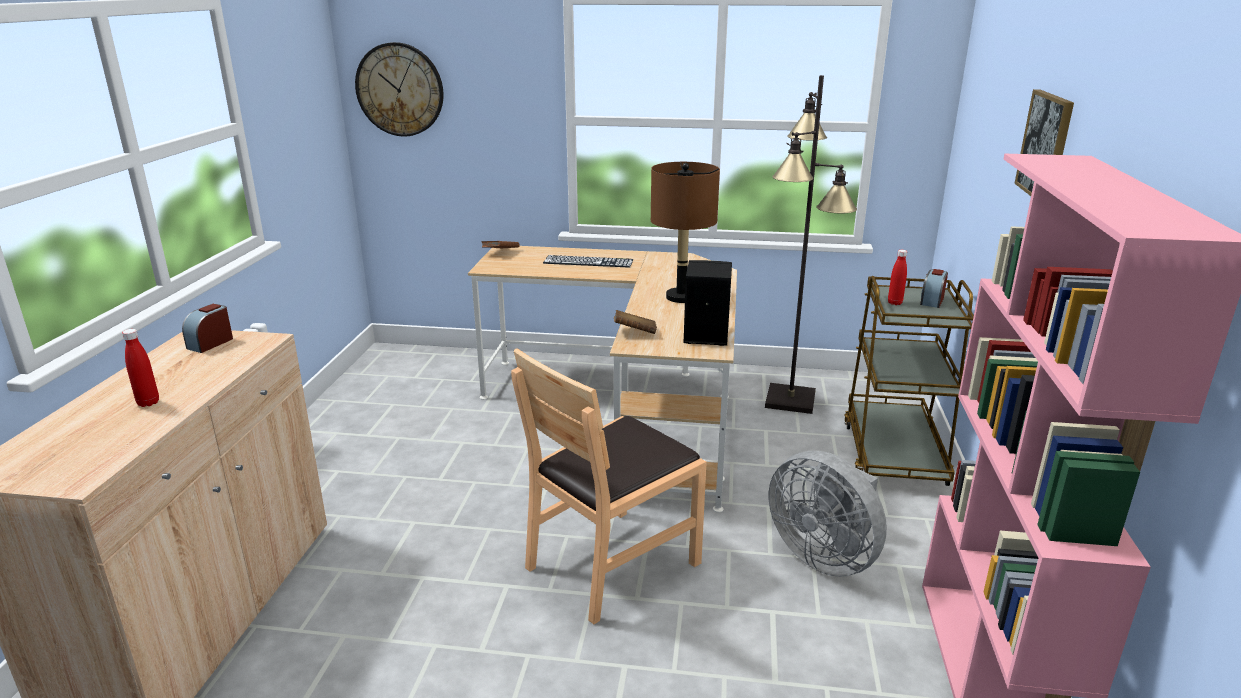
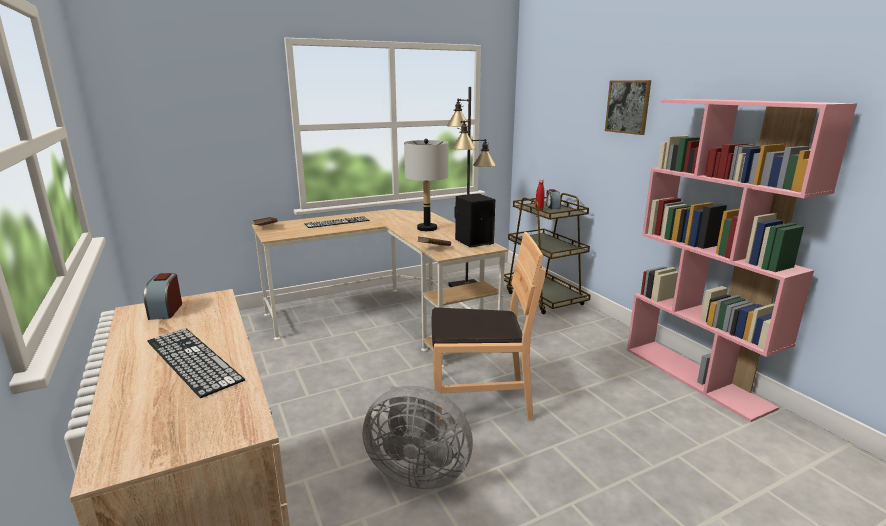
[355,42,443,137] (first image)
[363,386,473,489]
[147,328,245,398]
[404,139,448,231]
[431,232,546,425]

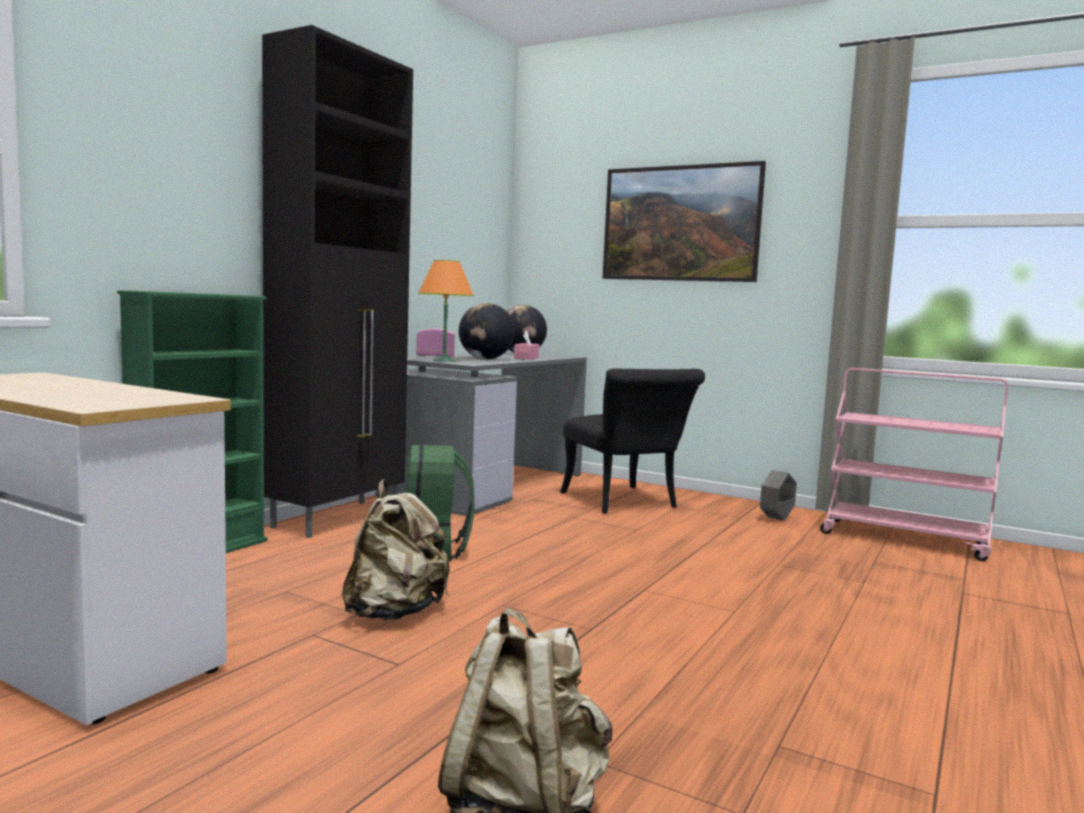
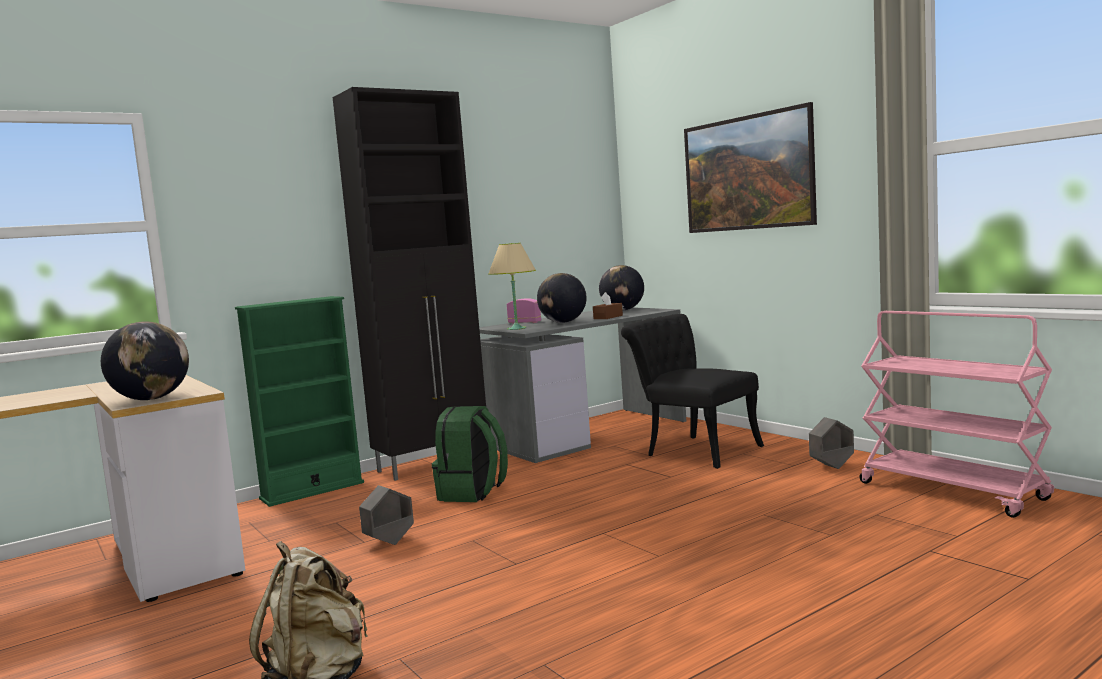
[101,321,189,400]
[359,485,414,545]
[488,243,536,330]
[593,292,623,319]
[621,314,764,469]

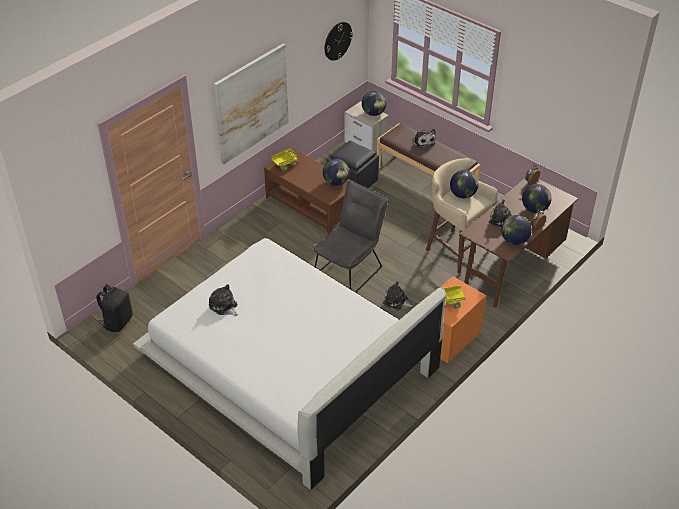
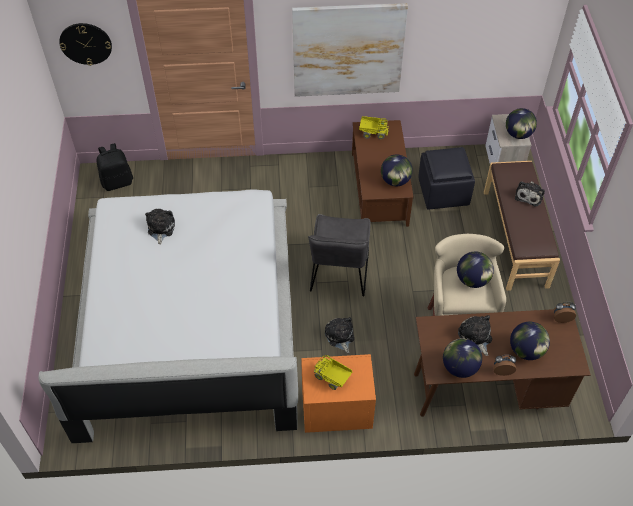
[59,23,112,66]
[308,214,370,297]

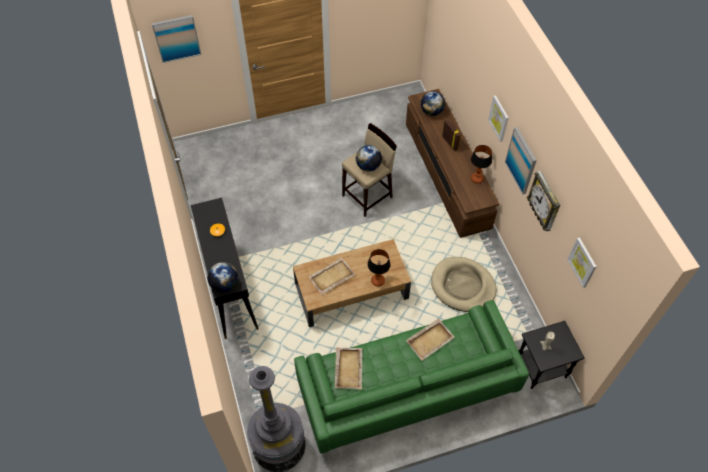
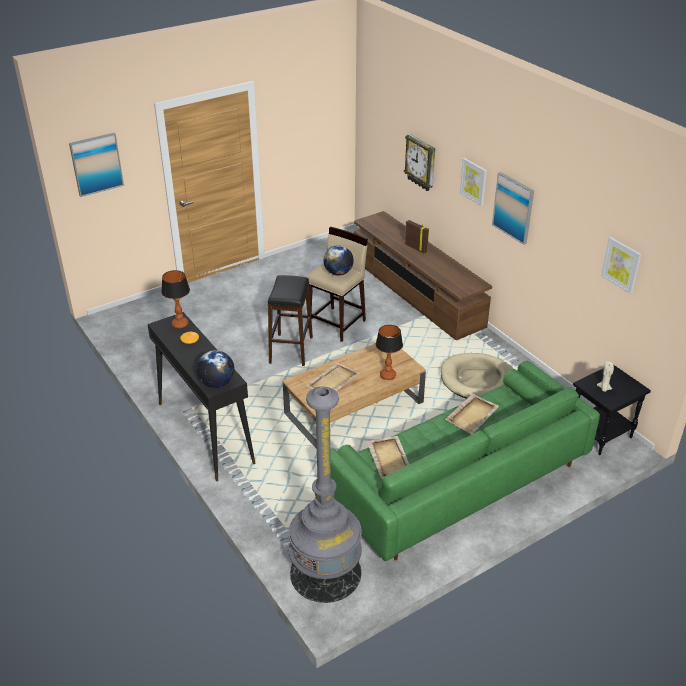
[421,91,445,116] (first image)
[268,275,313,366]
[161,270,190,329]
[404,134,435,191]

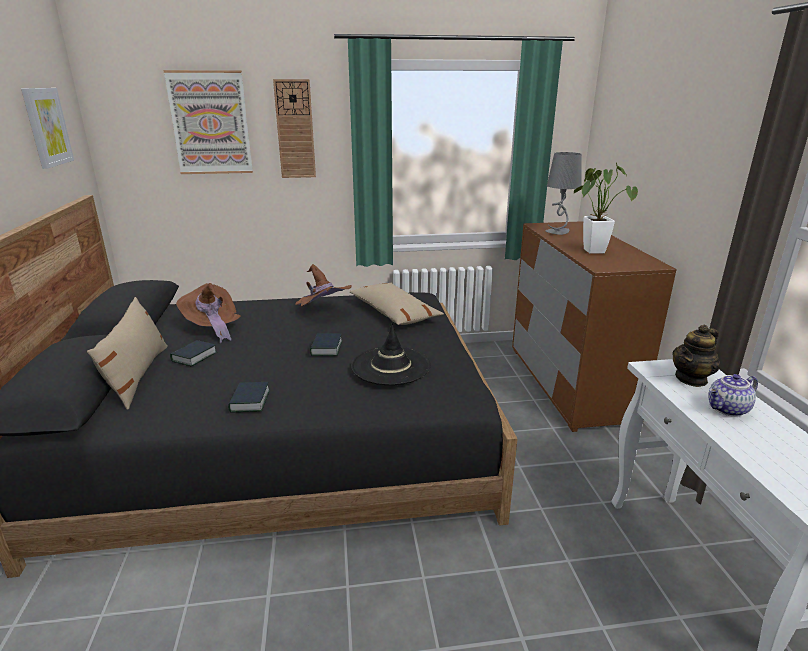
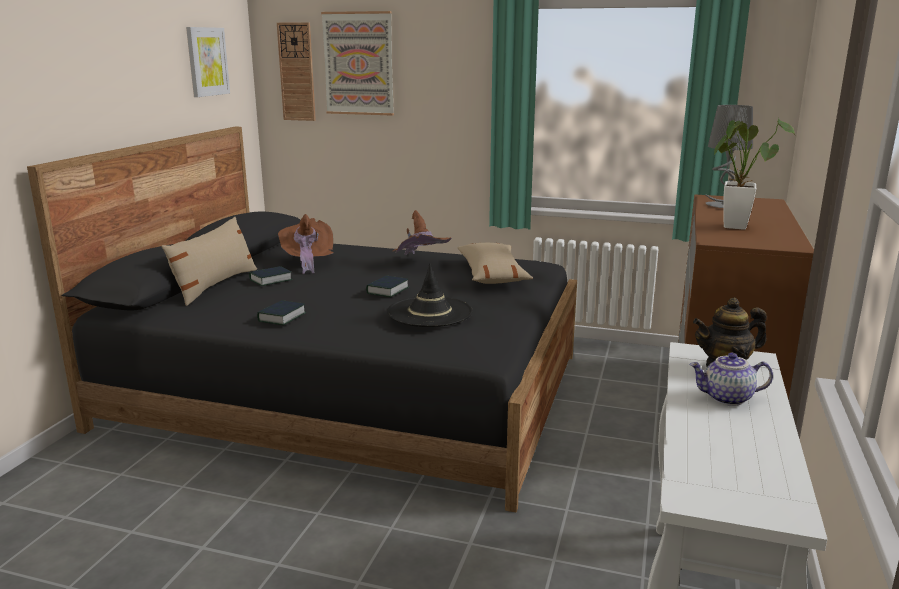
[277,22,316,121]

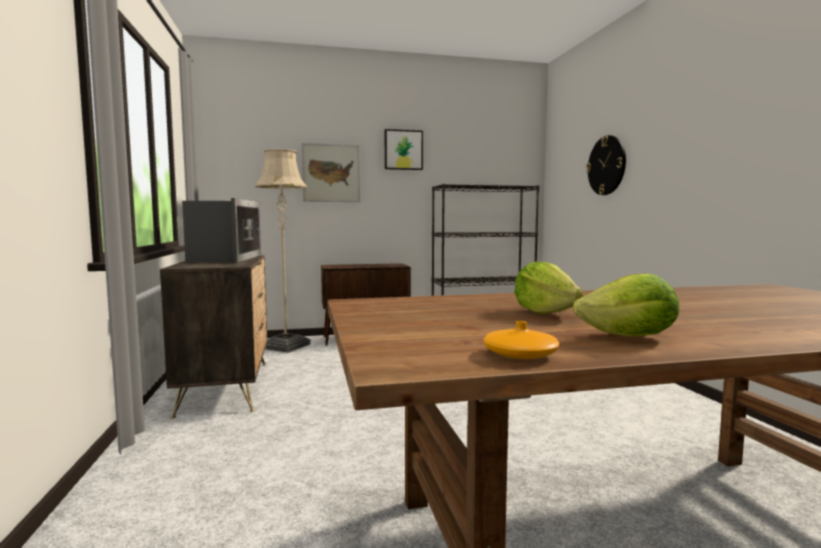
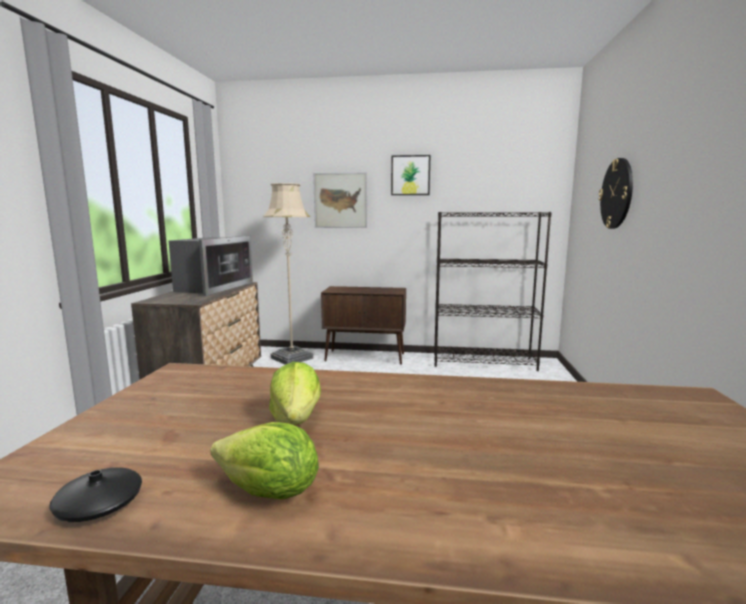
[49,467,142,522]

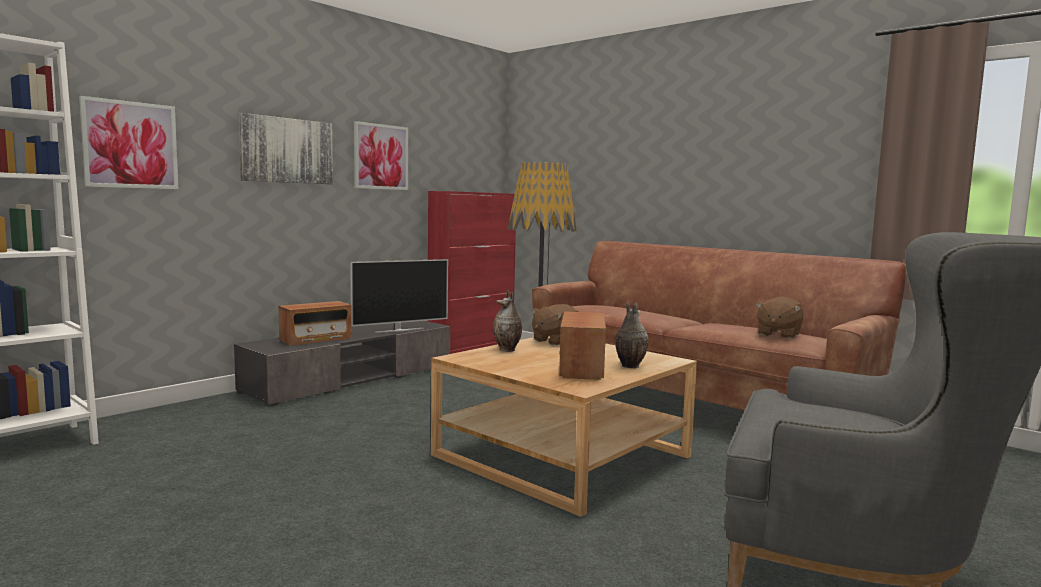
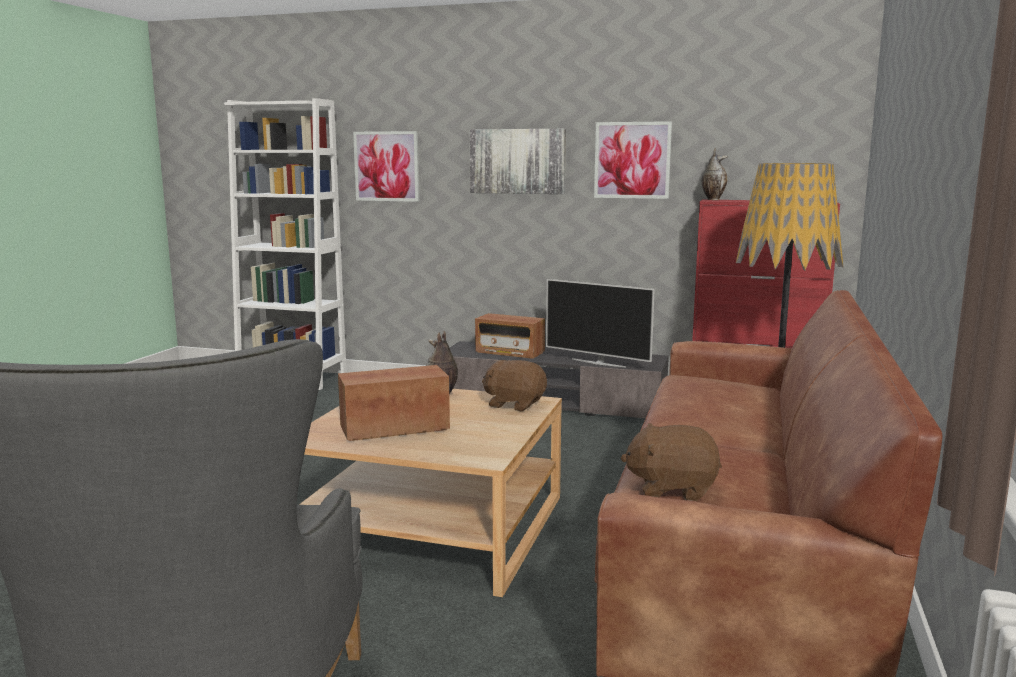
[701,148,728,200]

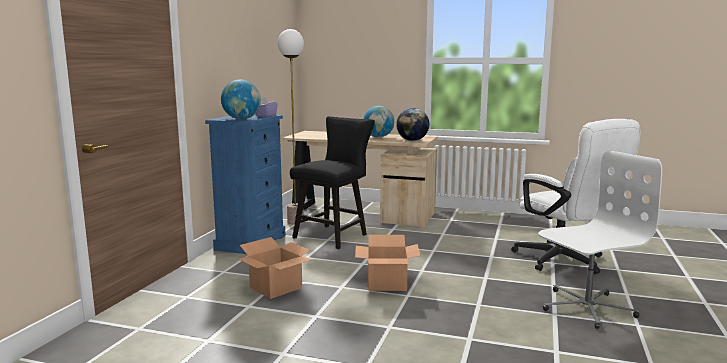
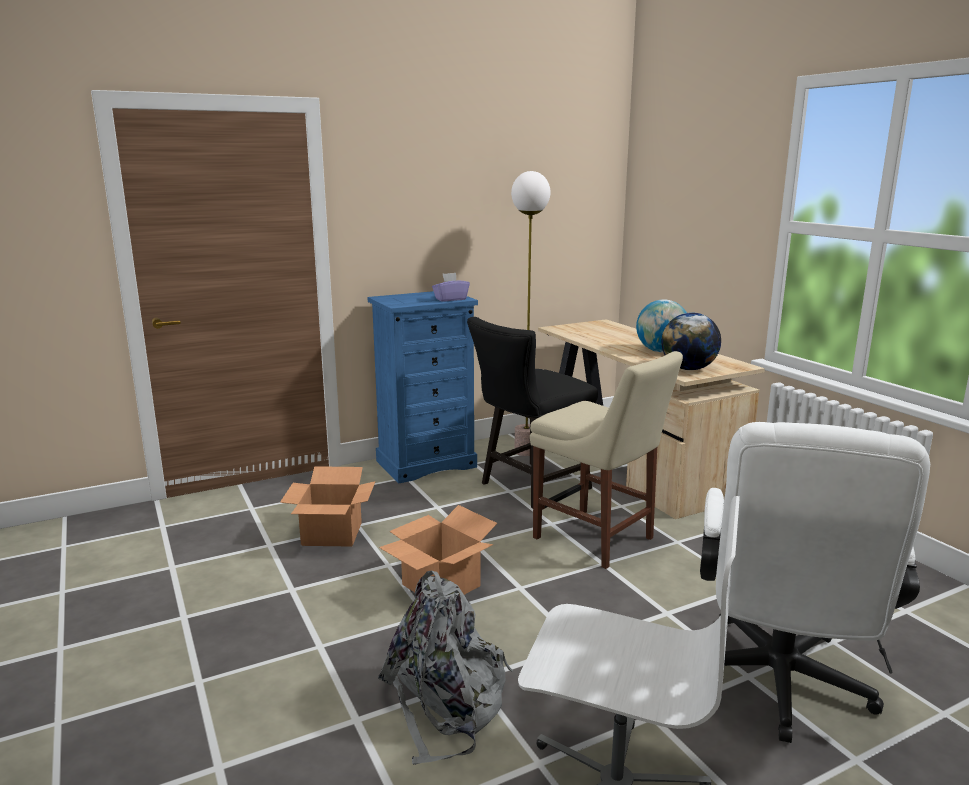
[221,80,261,119] (first image)
[378,571,513,765]
[530,351,683,569]
[467,317,598,508]

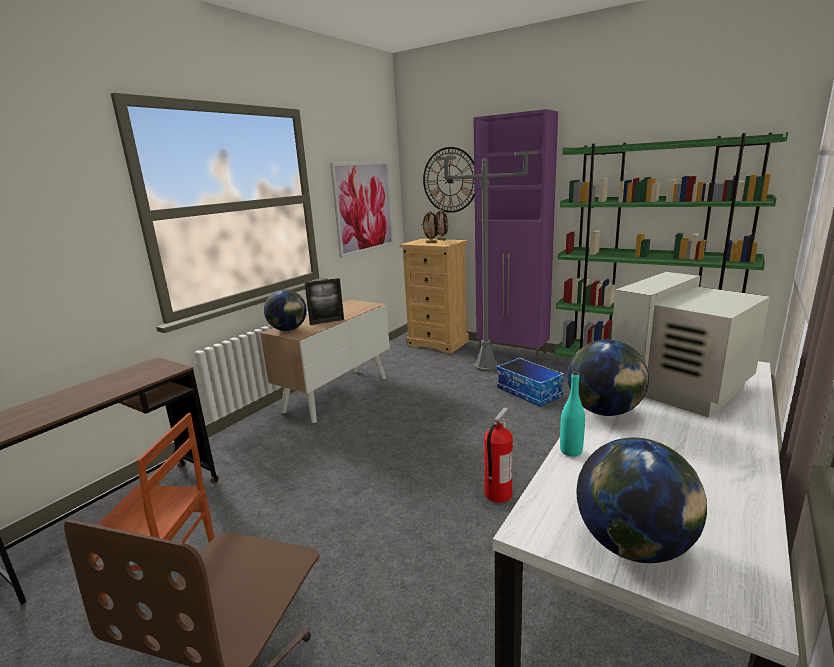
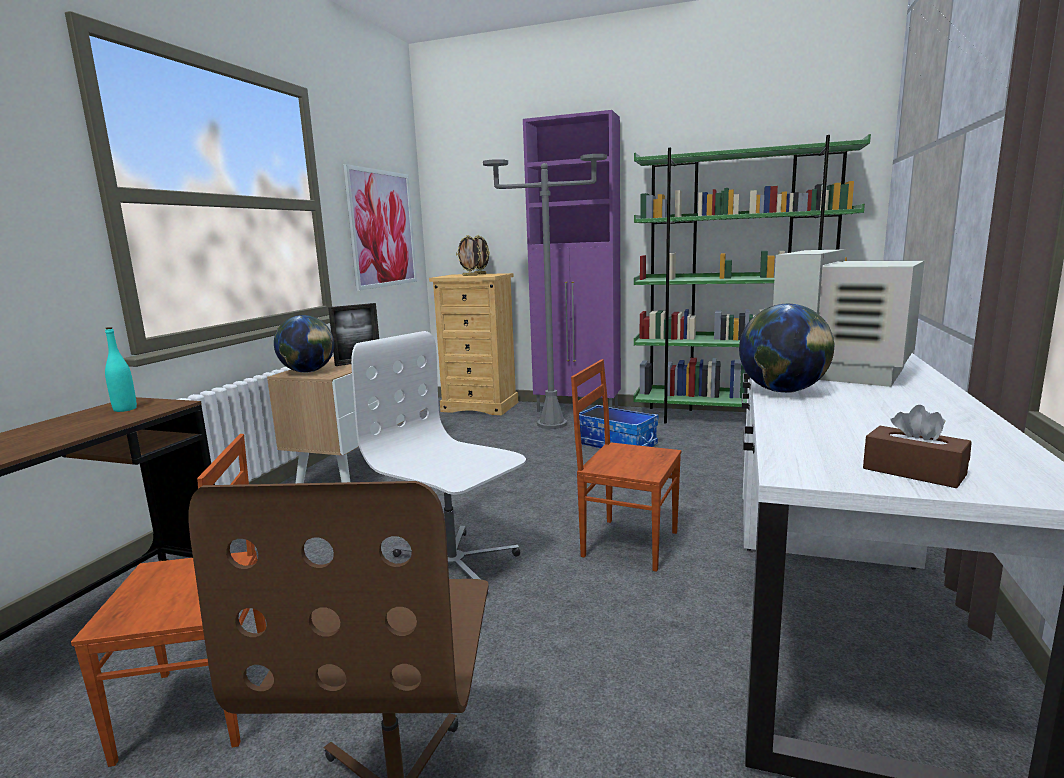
[423,147,475,213] (first image)
[351,331,526,595]
[105,327,137,412]
[571,359,681,572]
[863,405,972,488]

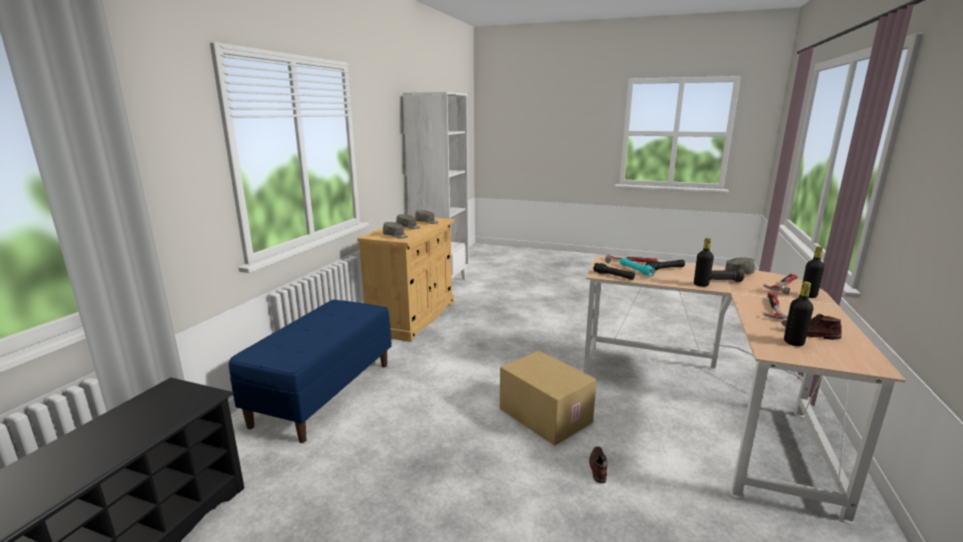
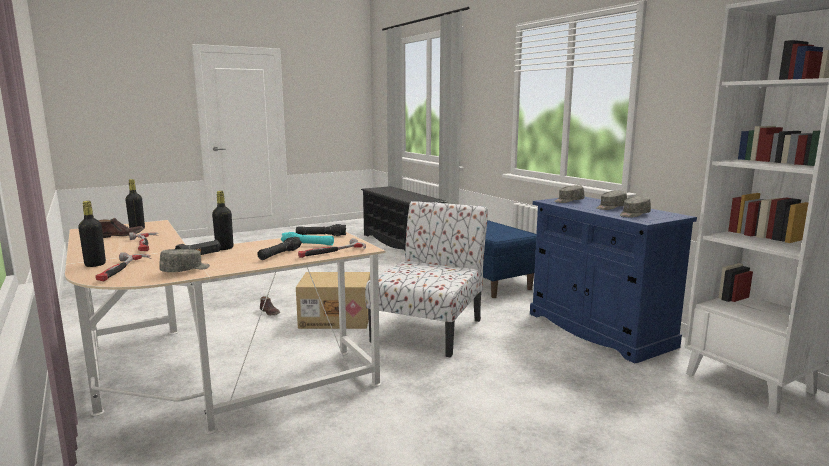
[365,201,488,357]
[530,196,697,364]

